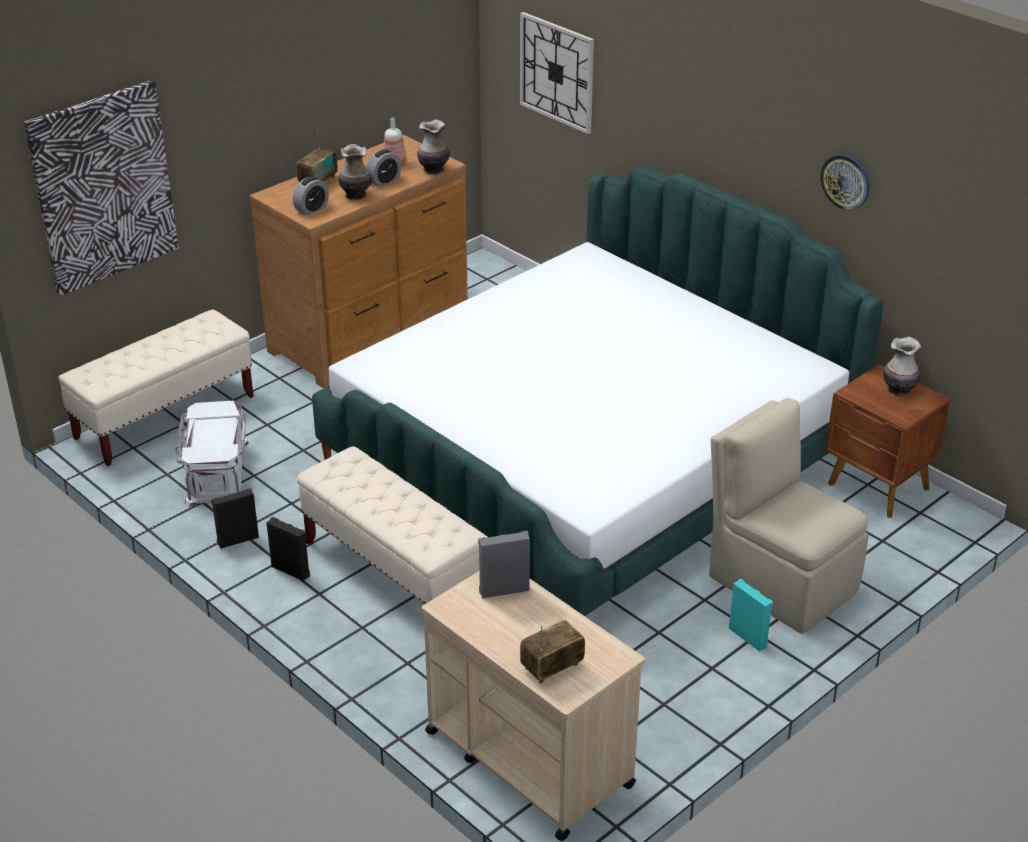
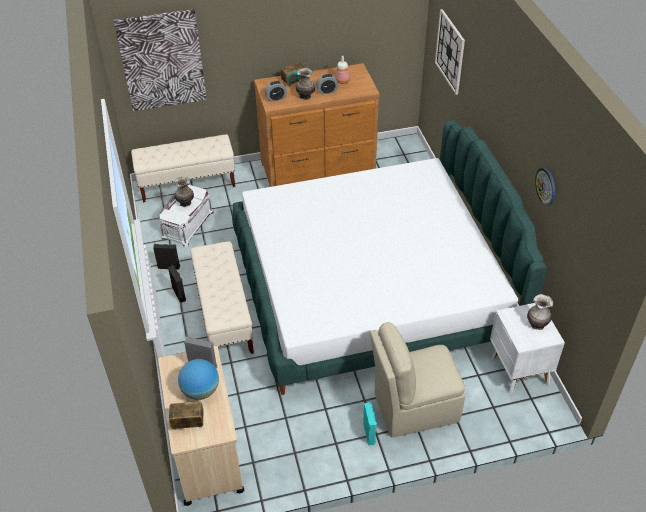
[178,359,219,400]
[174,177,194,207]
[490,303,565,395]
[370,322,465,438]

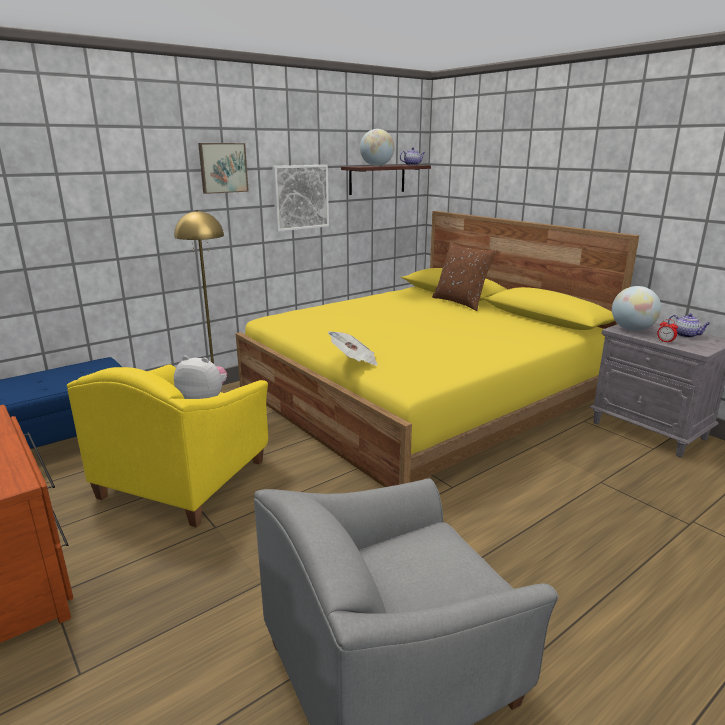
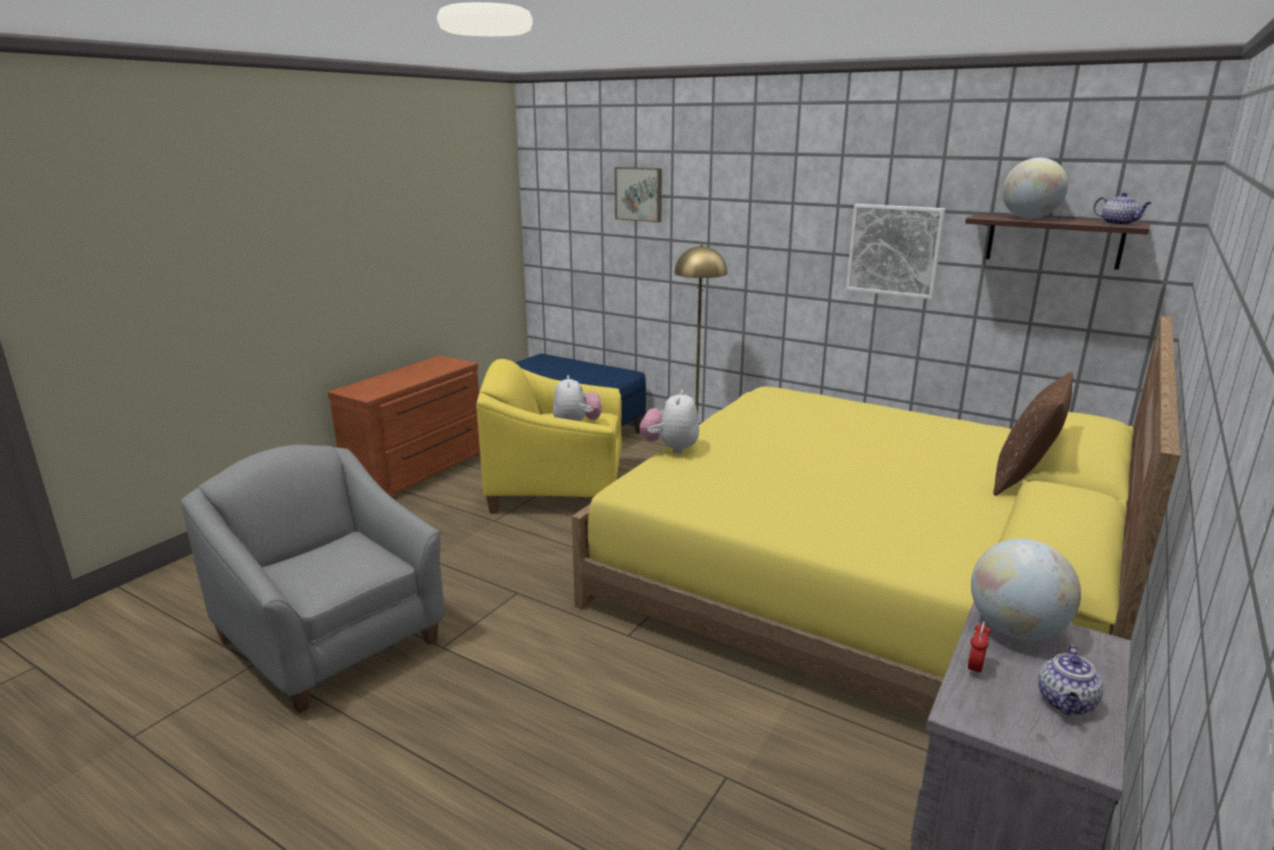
[615,167,662,222]
[640,390,699,454]

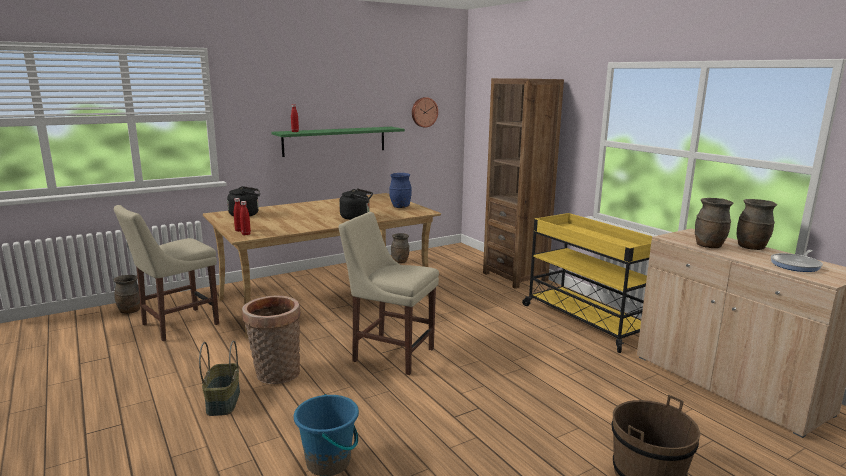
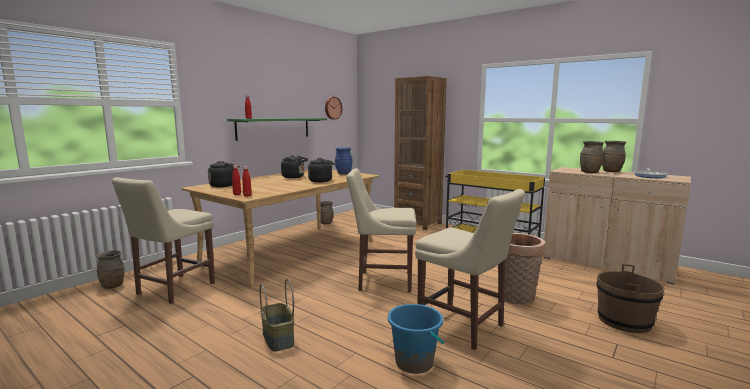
[281,155,308,178]
[415,189,525,350]
[504,233,545,305]

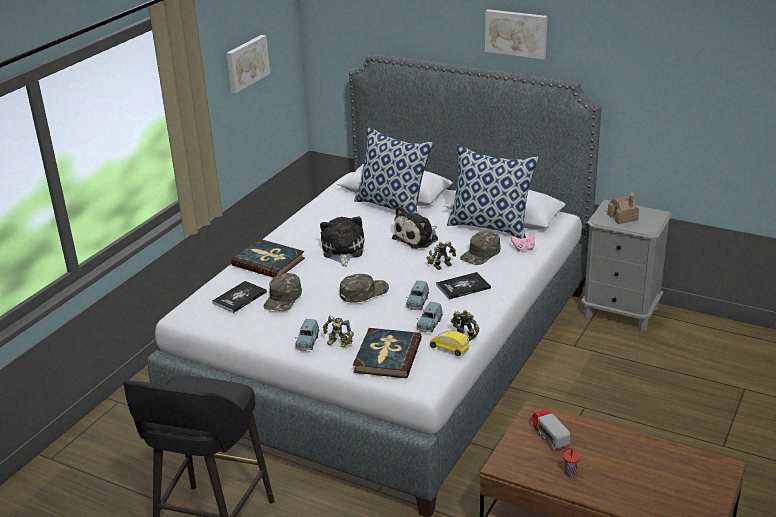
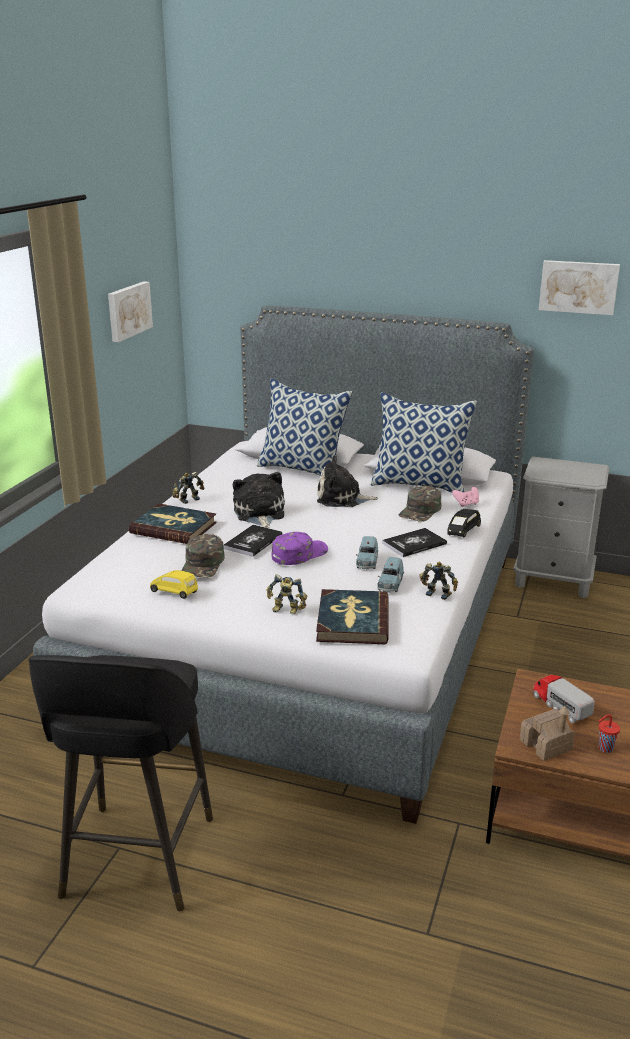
[295,319,320,351] (first image)
[447,509,481,537]
[223,525,282,557]
[171,472,204,504]
[150,570,198,599]
[539,260,620,315]
[520,706,575,761]
[271,532,328,565]
[317,455,378,507]

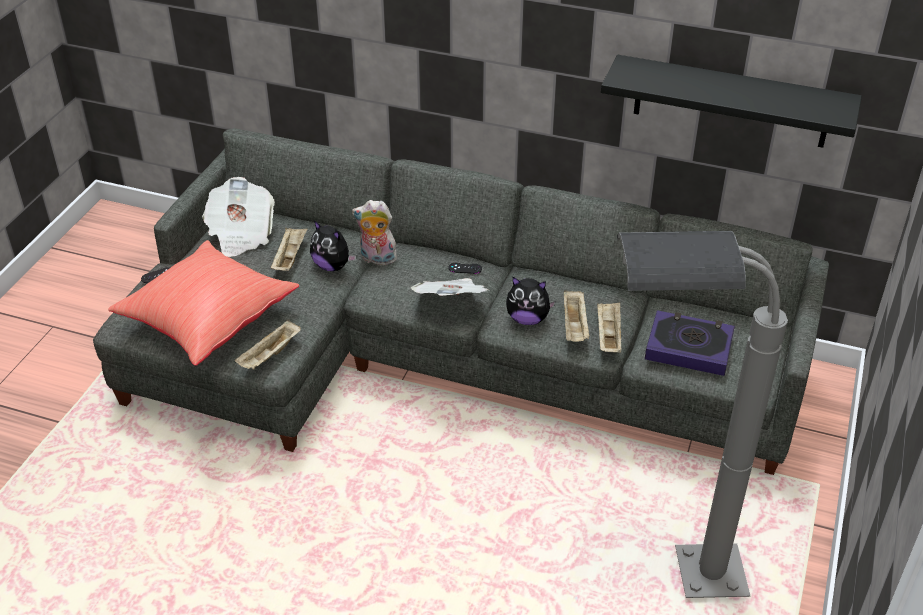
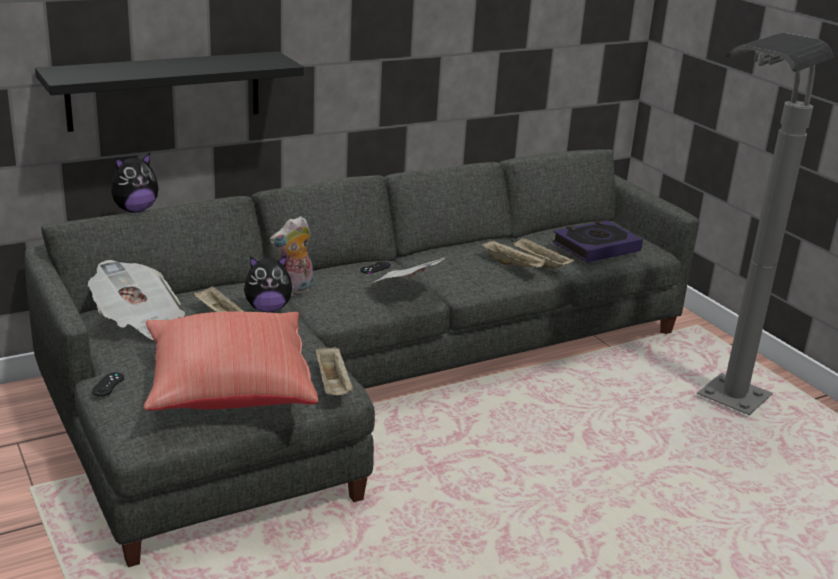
[111,153,159,213]
[35,51,304,132]

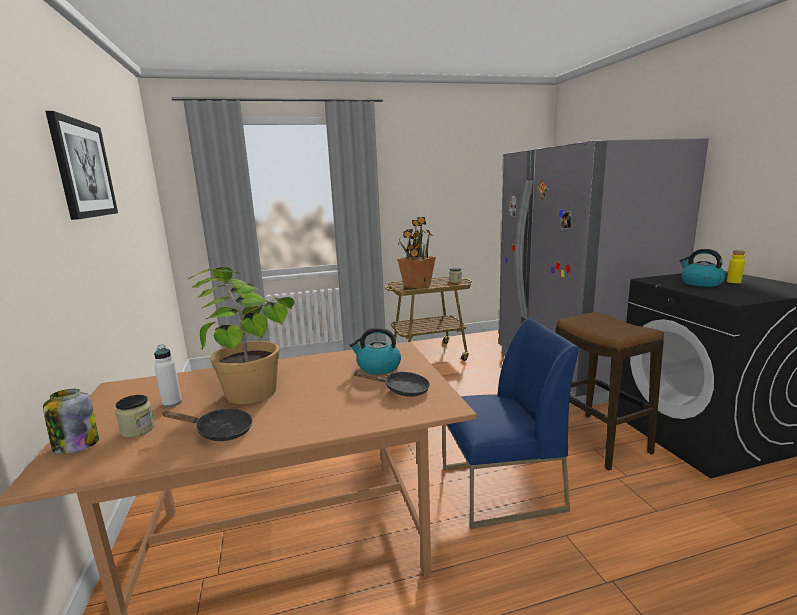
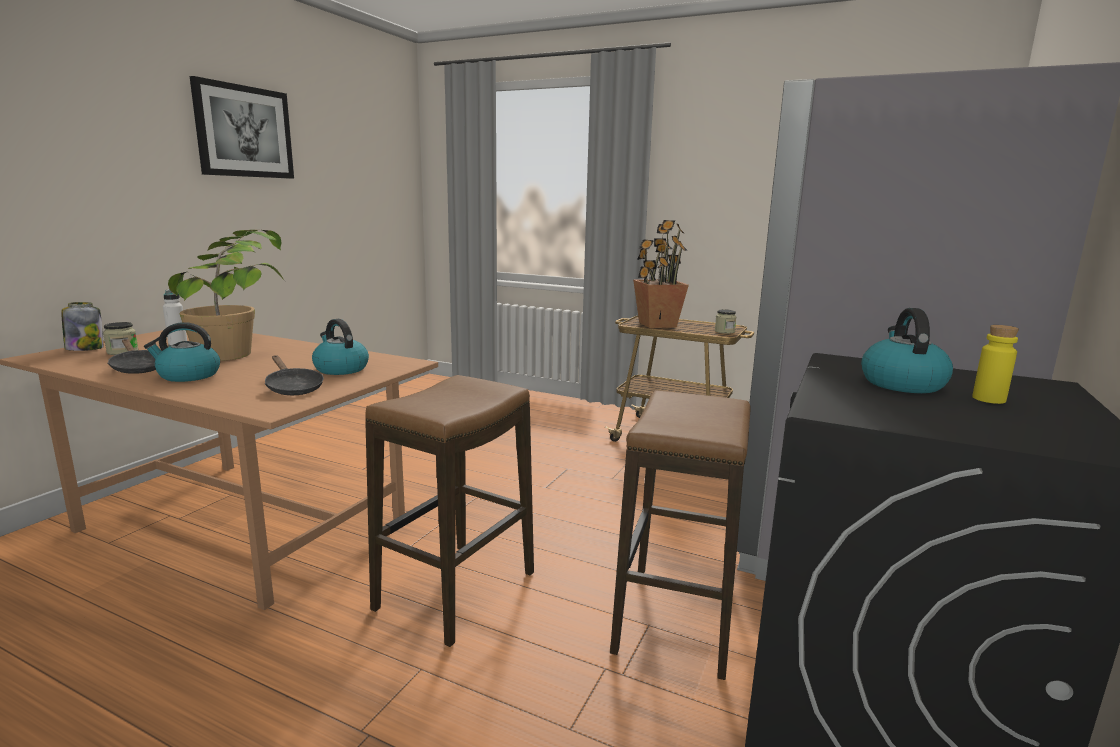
[144,322,220,382]
[365,375,534,647]

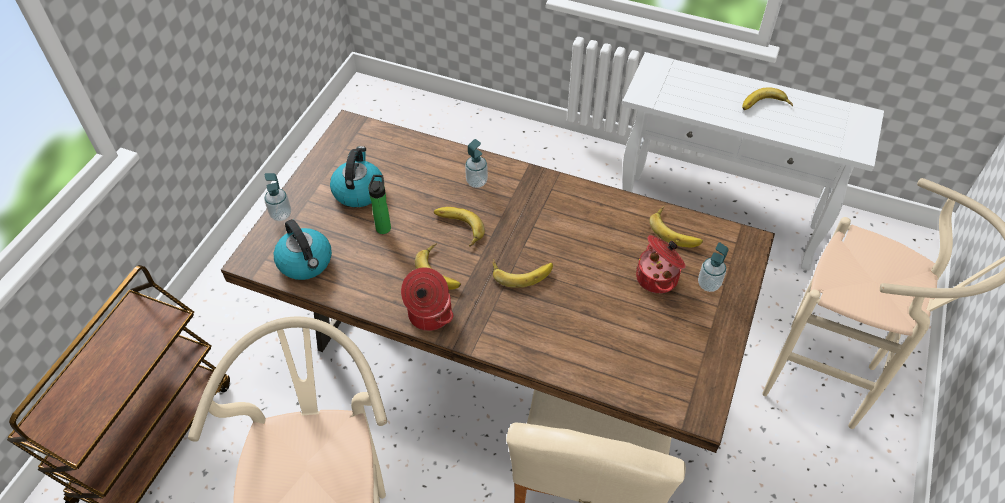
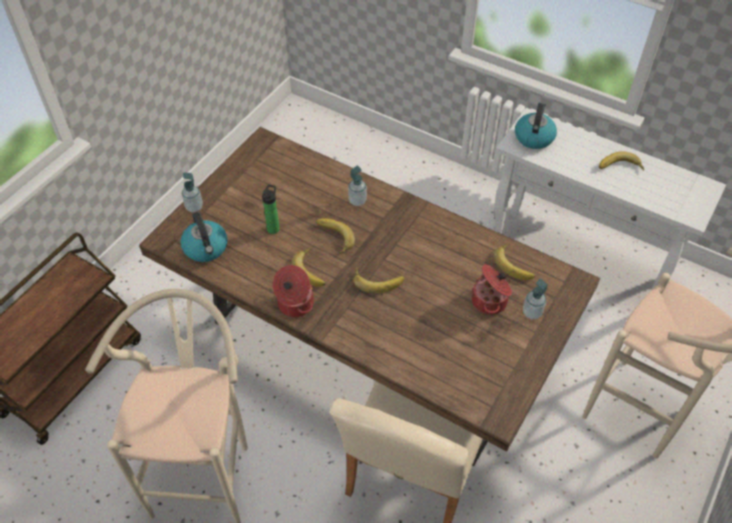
[515,103,557,149]

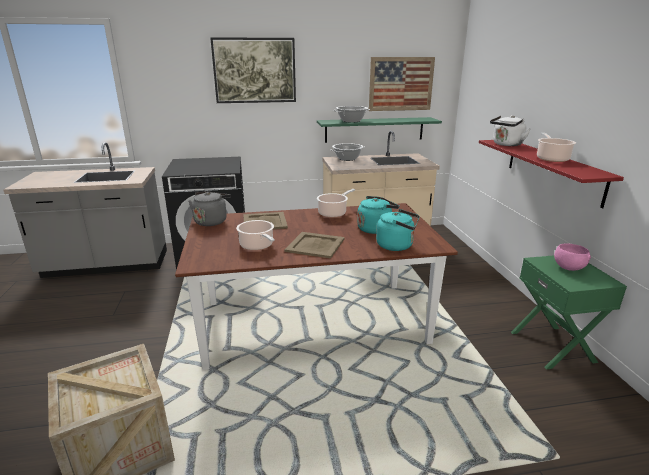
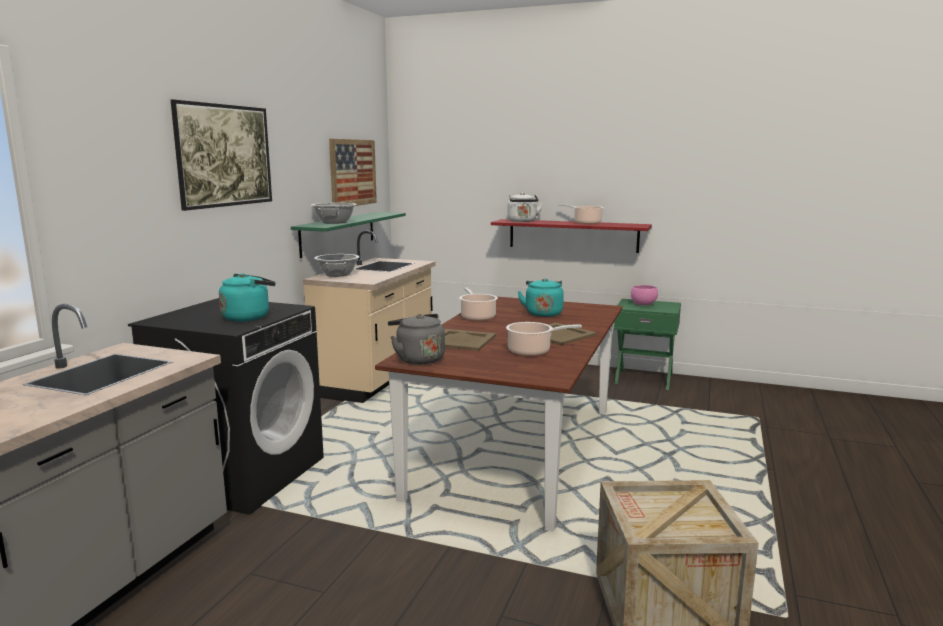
[219,274,276,322]

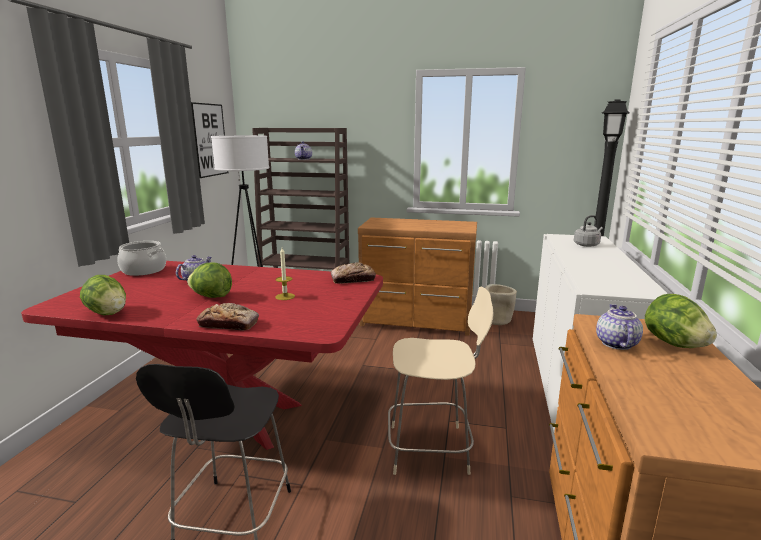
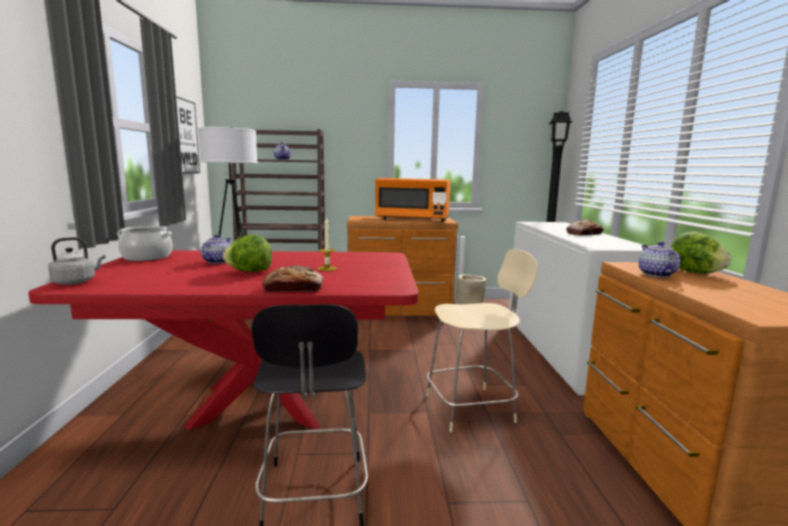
[80,275,126,315] (first image)
[375,178,450,222]
[566,220,603,235]
[48,237,106,285]

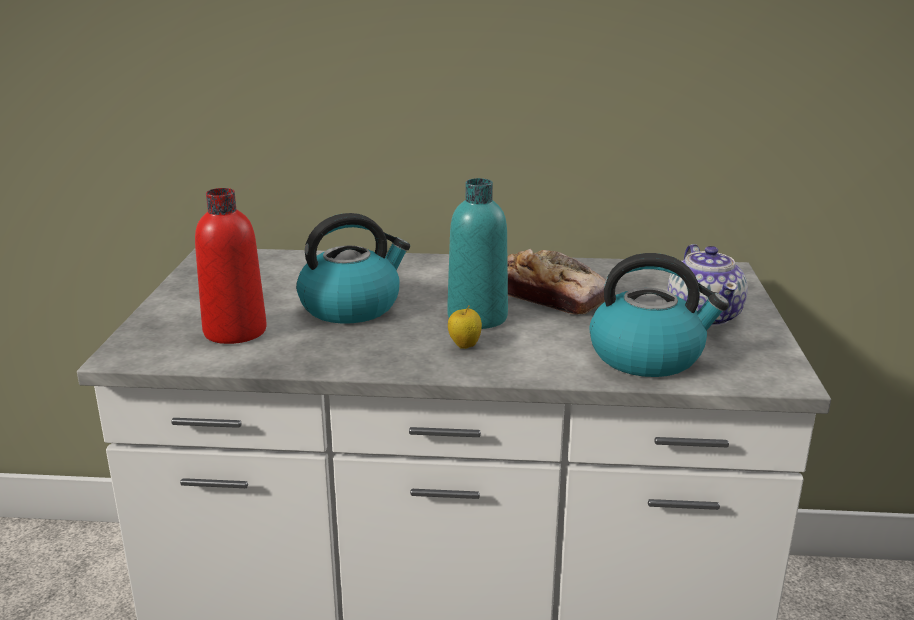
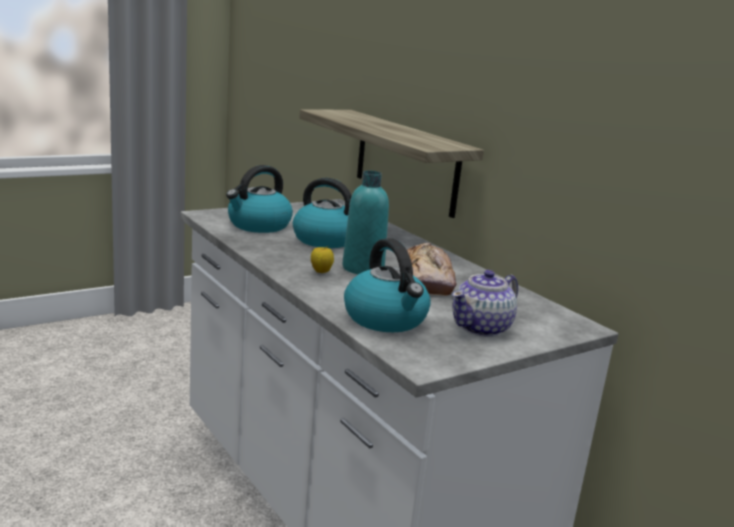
[299,110,484,218]
[226,165,293,233]

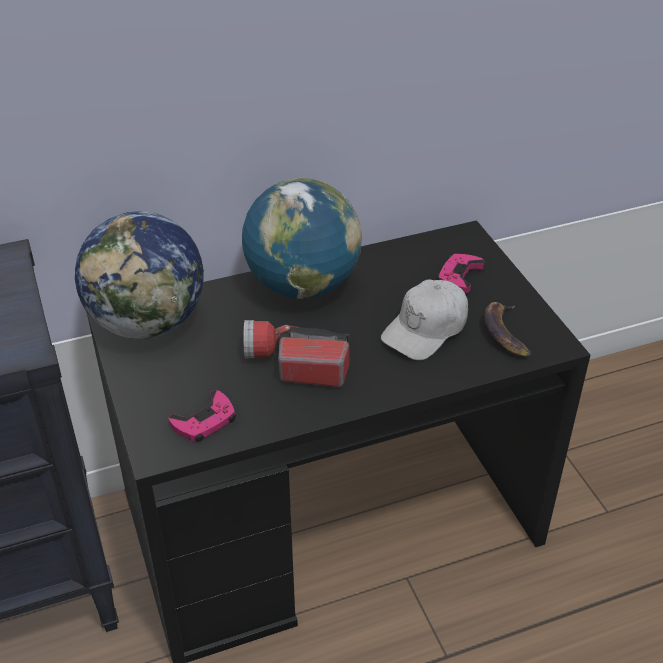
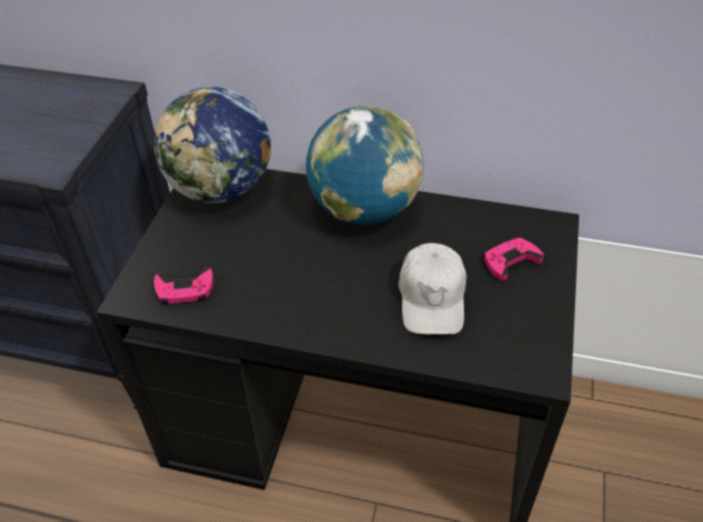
[243,320,350,387] (first image)
[484,302,531,357] (first image)
[398,243,467,334]

